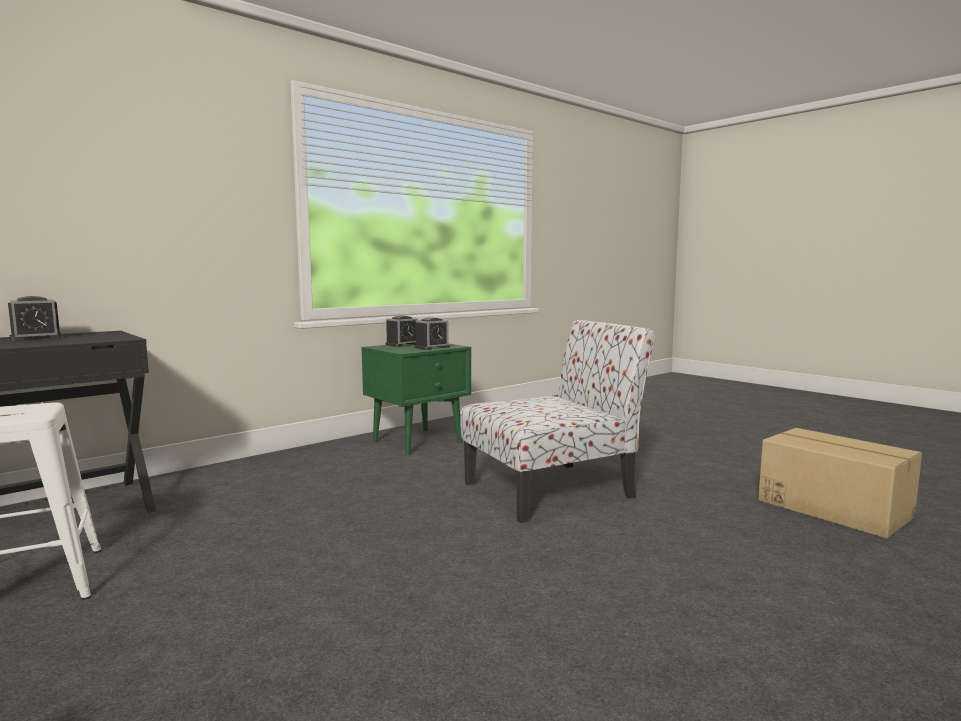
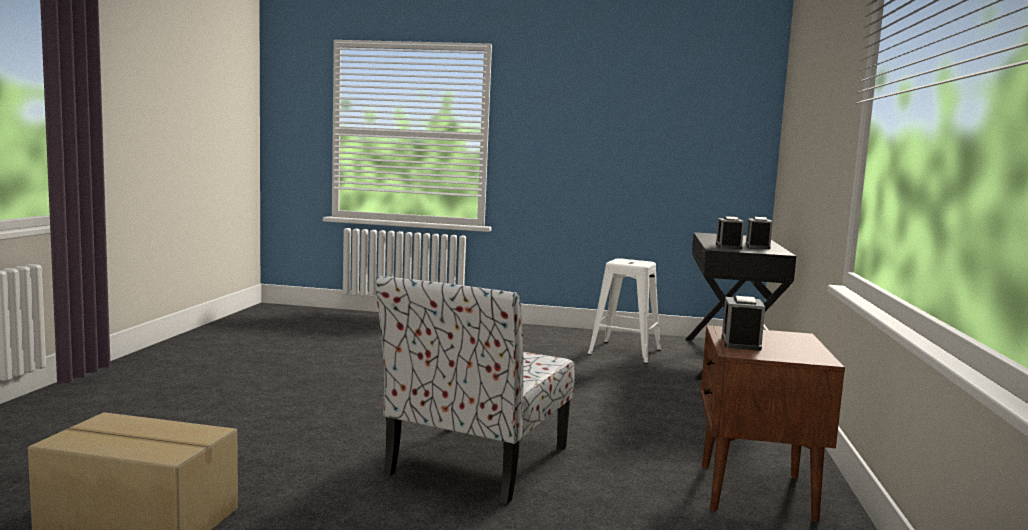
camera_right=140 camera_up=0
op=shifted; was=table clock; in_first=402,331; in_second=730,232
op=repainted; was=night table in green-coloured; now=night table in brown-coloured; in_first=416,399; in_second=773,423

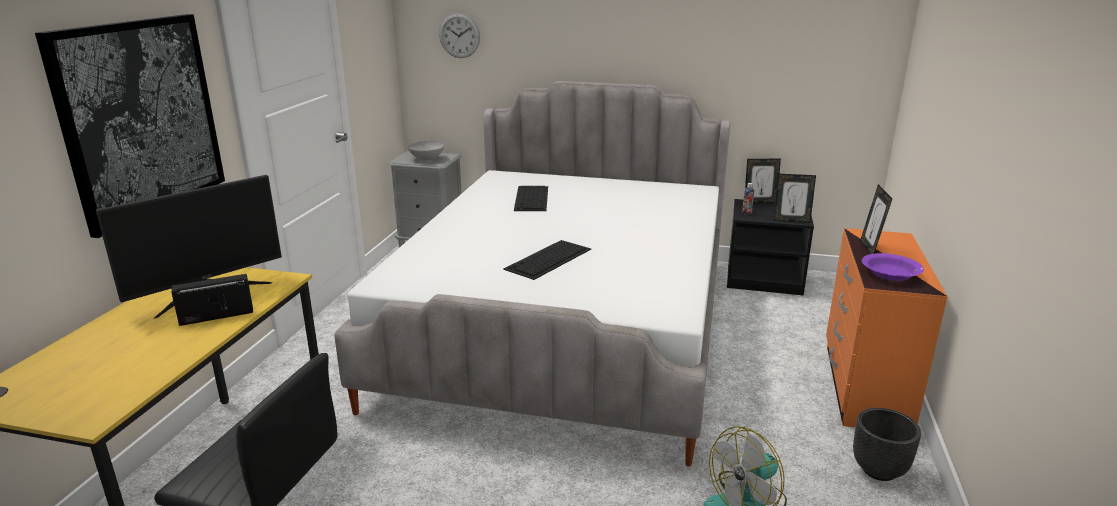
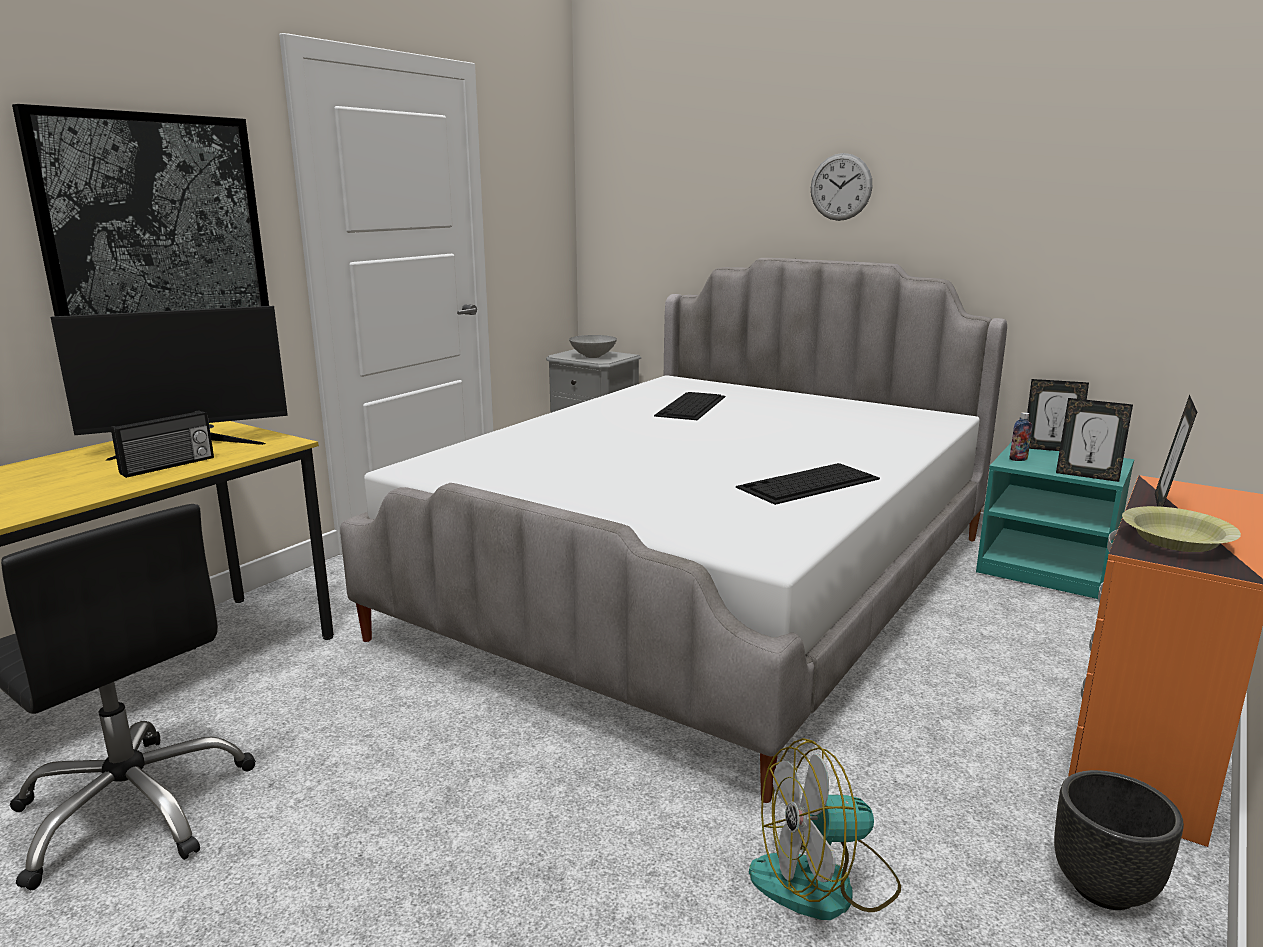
camera_right=20 camera_up=-5
op=shifted; was=wall clock; in_first=459,35; in_second=841,187
op=repainted; was=night table in blackish; now=night table in turquoise; in_first=770,247; in_second=1055,520
op=shifted; was=PC keyboard; in_first=547,260; in_second=808,484
op=repainted; was=serving bowl in purplish; now=serving bowl in yellow; in_first=893,267; in_second=1181,529
op=rotated; was=radio set; in_first=212,300; in_second=162,444; clockwise=135

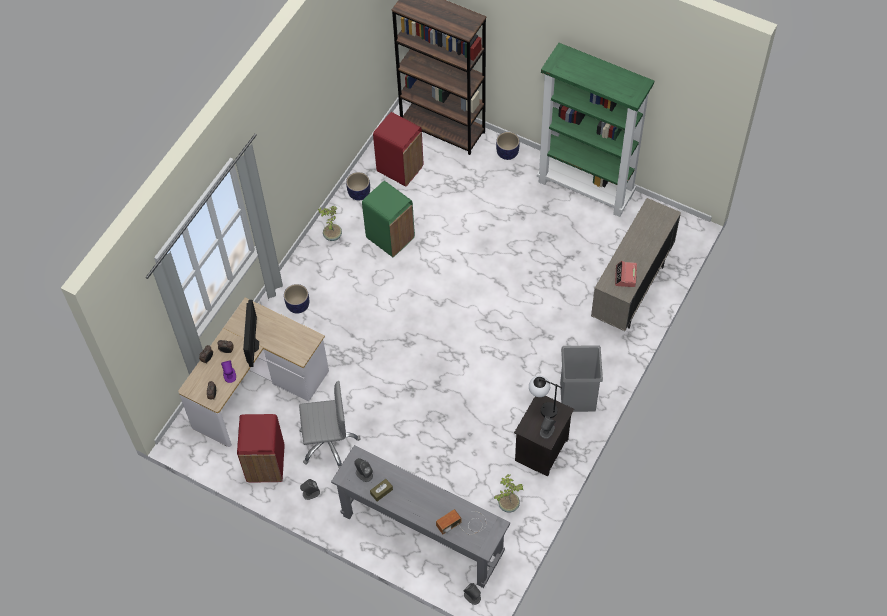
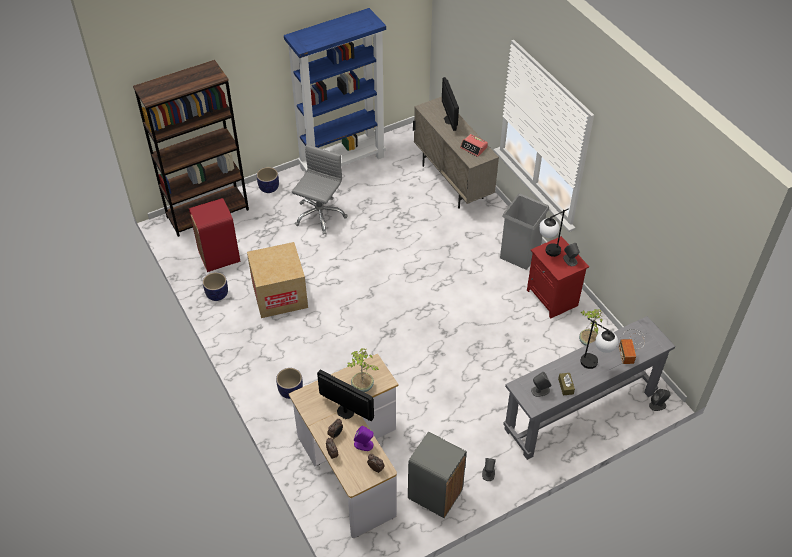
camera_right=-60 camera_up=-10
op=repainted; was=shelving unit in green-coloured; now=shelving unit in bluish; in_first=595,130; in_second=335,90
op=swapped; was=waste bin in green-coloured; now=carton; in_first=388,219; in_second=277,280
op=shifted; was=potted plant; in_first=330,223; in_second=363,370
op=shifted; was=desk chair in gray; in_first=329,424; in_second=320,190
op=repainted; was=night table in blackish; now=night table in red-coloured; in_first=544,436; in_second=558,277
op=repainted; was=waste bin in red-coloured; now=waste bin in gray; in_first=261,448; in_second=437,475
op=new; now=computer display; in_second=450,104
op=new; now=lamp for a table; in_second=599,343

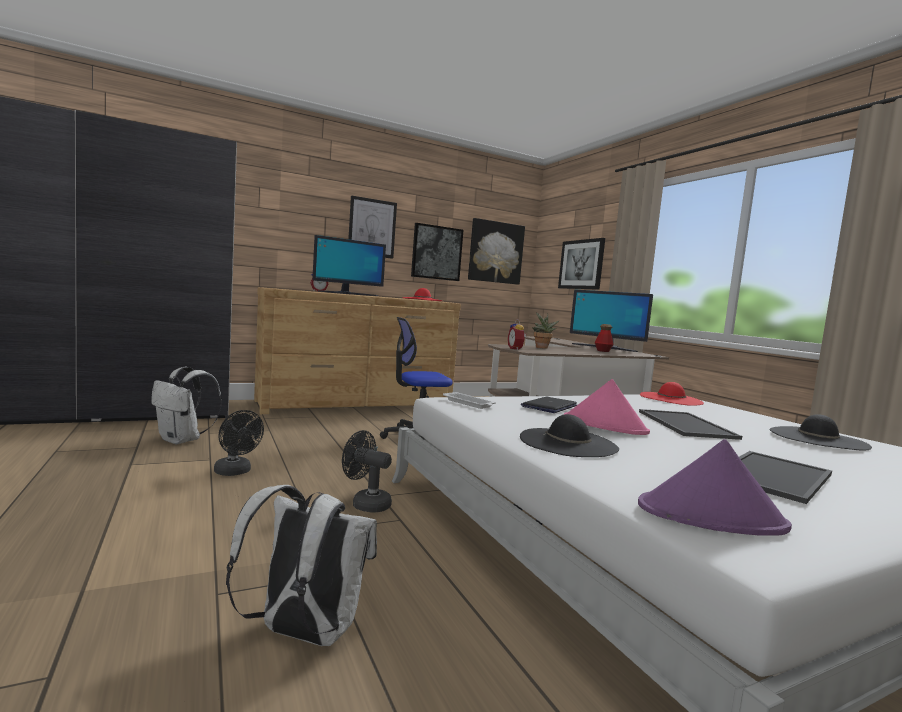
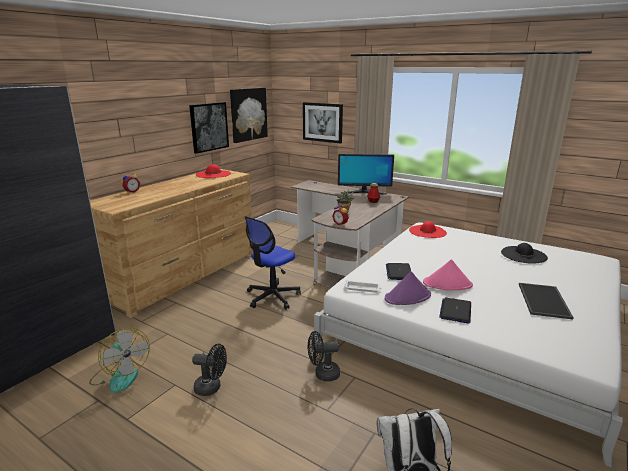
camera_right=-30 camera_up=15
op=gone; was=picture; in_first=372,227
op=gone; was=computer display; in_first=349,265
op=swapped; was=backpack in whitish; now=cooling fan; in_first=186,406; in_second=119,360
op=gone; was=serving tray; in_first=690,424
op=swapped; was=clothing hat in blackish; now=portable computer; in_first=569,435; in_second=455,310
op=shifted; was=clothing hat in purplish; in_first=715,487; in_second=408,288

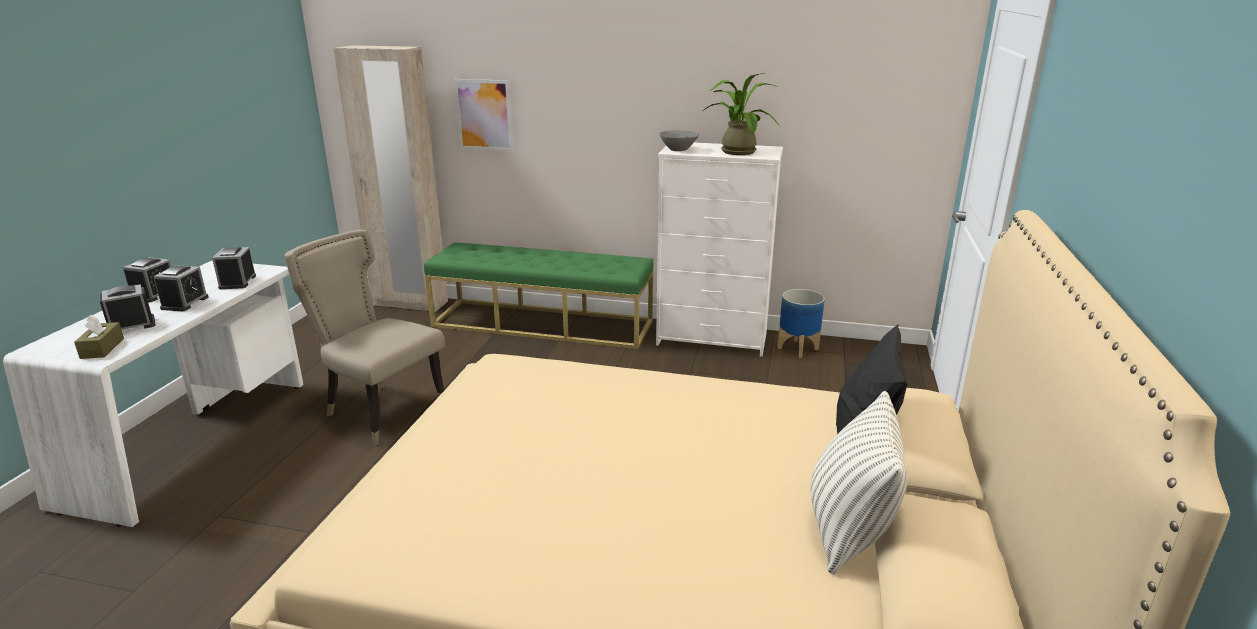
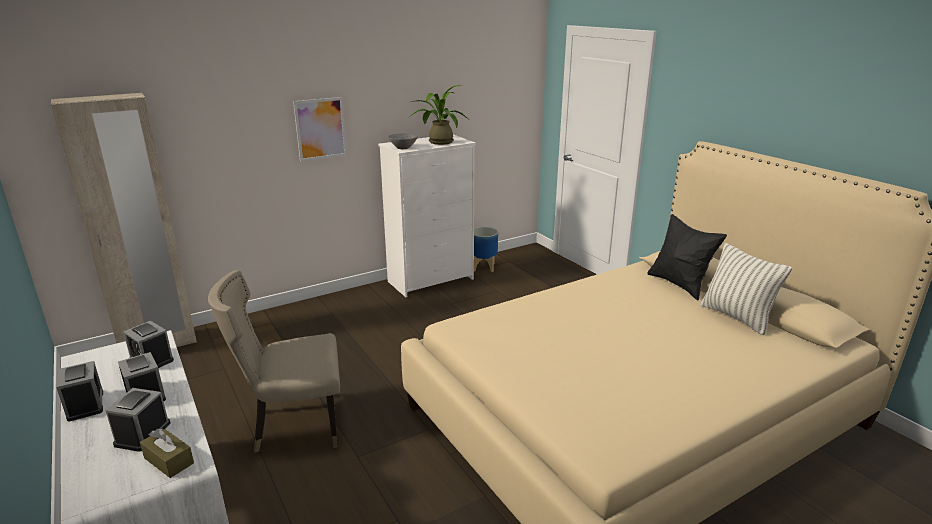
camera_right=-45 camera_up=0
op=shifted; was=picture; in_first=483,115; in_second=320,129
op=gone; was=bench in green-coloured; in_first=538,295

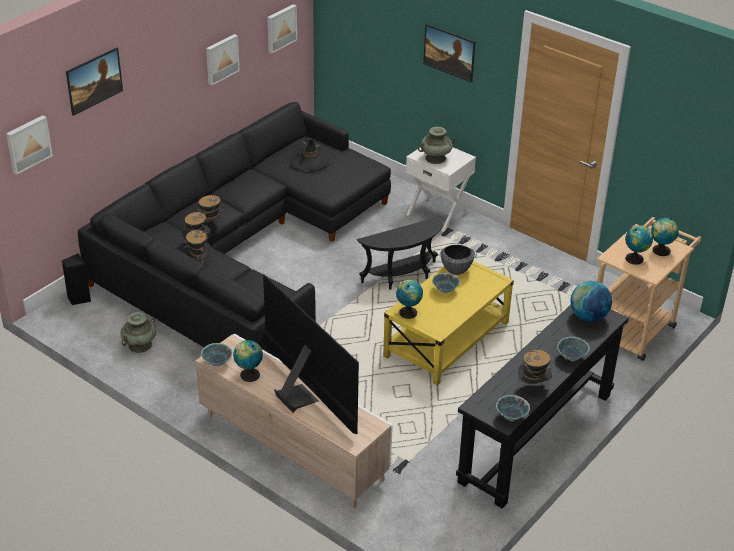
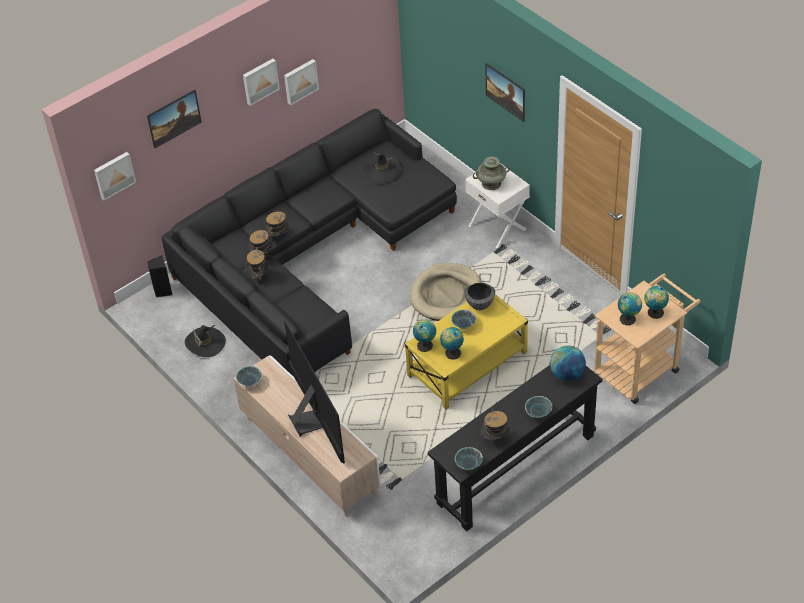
camera_right=15 camera_up=10
op=shifted; was=picture; in_first=282,28; in_second=261,82
op=swapped; was=side table in blackish; now=pet bed in beige-coloured; in_first=400,253; in_second=445,292
op=swapped; was=flower vase in turquoise; now=clothing hat in blackish; in_first=138,332; in_second=205,341
op=shifted; was=world globe; in_first=248,361; in_second=452,343

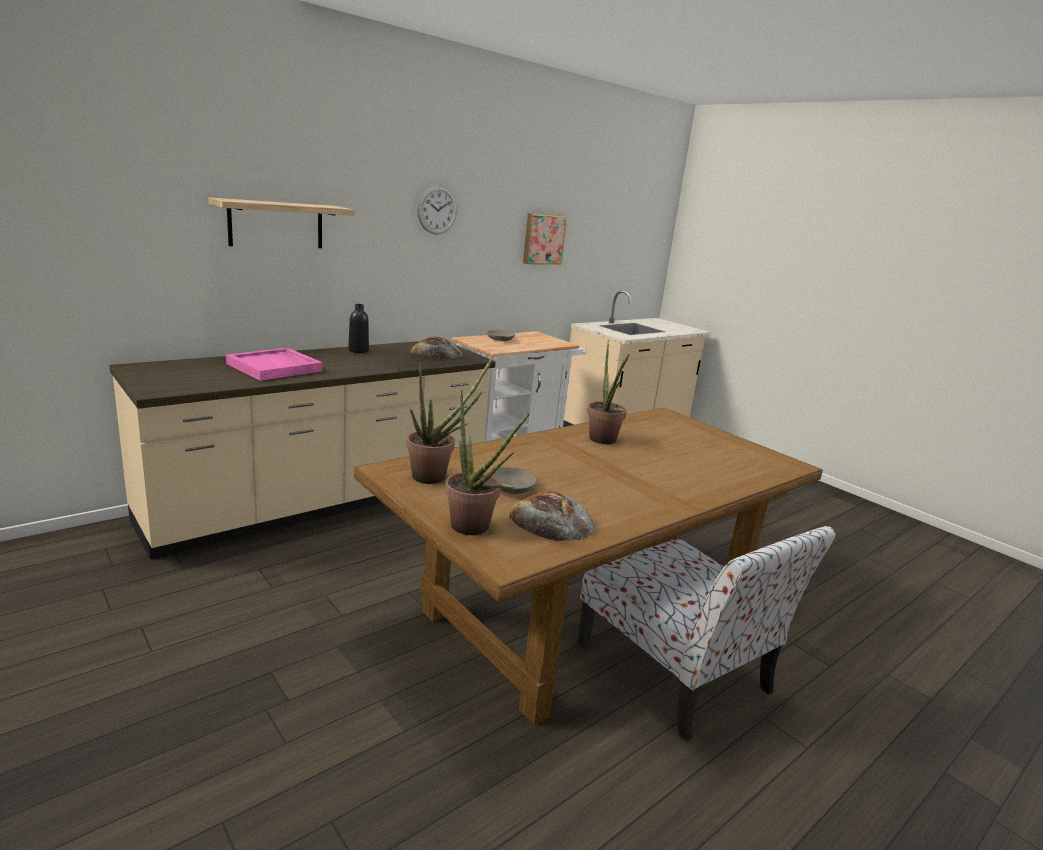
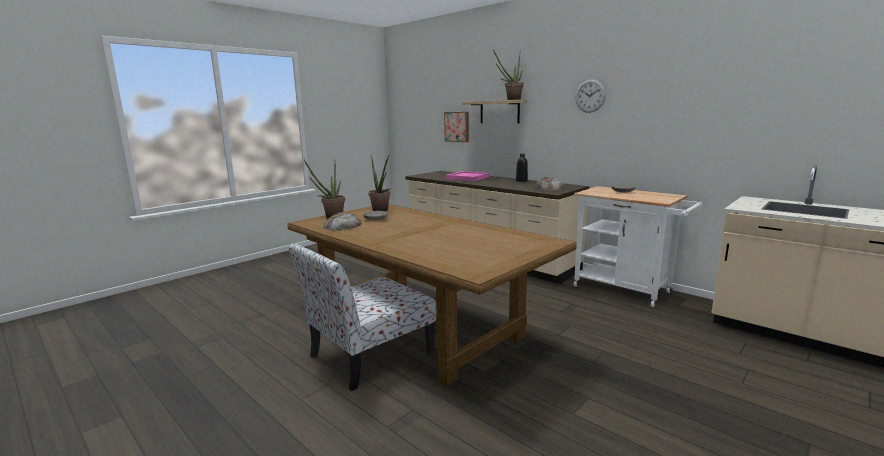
camera_right=85 camera_up=-5
op=shifted; was=picture; in_first=545,238; in_second=456,127
op=shifted; was=potted plant; in_first=608,392; in_second=508,74

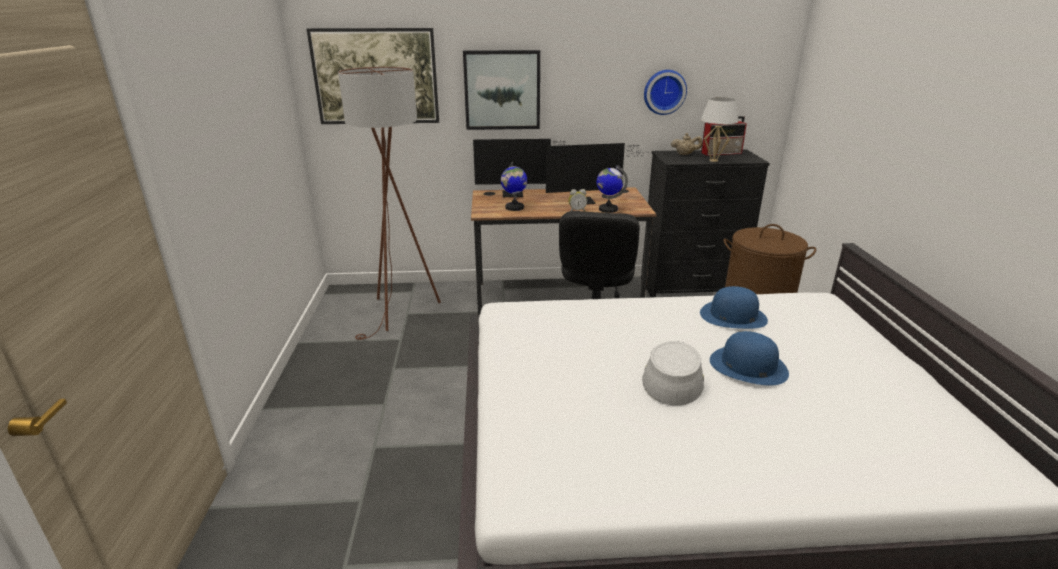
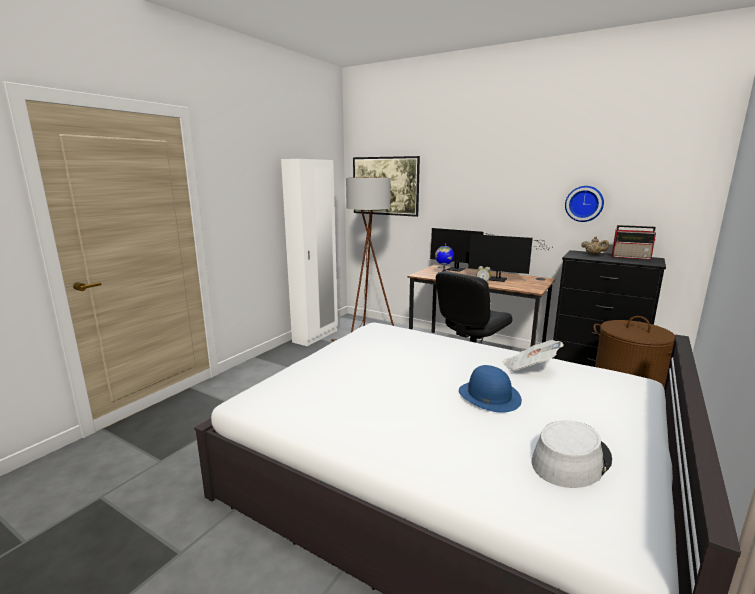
camera_right=35 camera_up=-10
op=gone; was=picture; in_first=501,90
op=gone; was=lamp for a table in whitish; in_first=720,129
op=gone; was=world globe; in_first=612,189
op=swapped; was=clothing hat in bluish; now=daily paper; in_first=734,307; in_second=533,355
op=shifted; was=clothing hat in gray; in_first=673,373; in_second=572,454
op=new; now=wardrobe in whitish; in_second=309,252

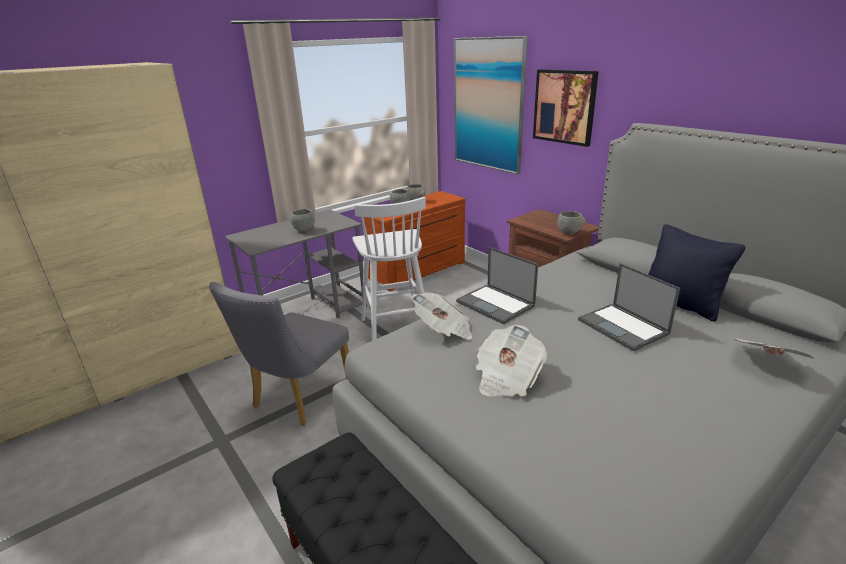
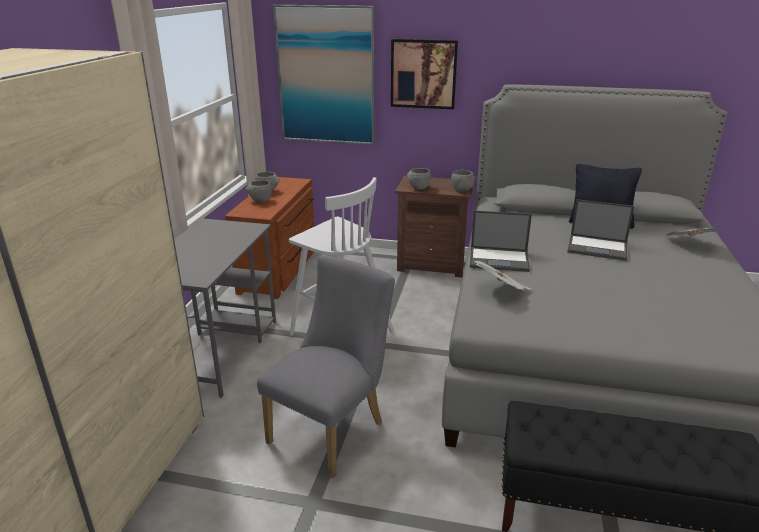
camera_right=-40 camera_up=0
op=shifted; was=serving bowl in gray; in_first=302,220; in_second=419,179
op=rotated; was=upright chair in gray; in_first=279,354; in_second=326,367; clockwise=-135
op=gone; was=daily paper; in_first=511,361

